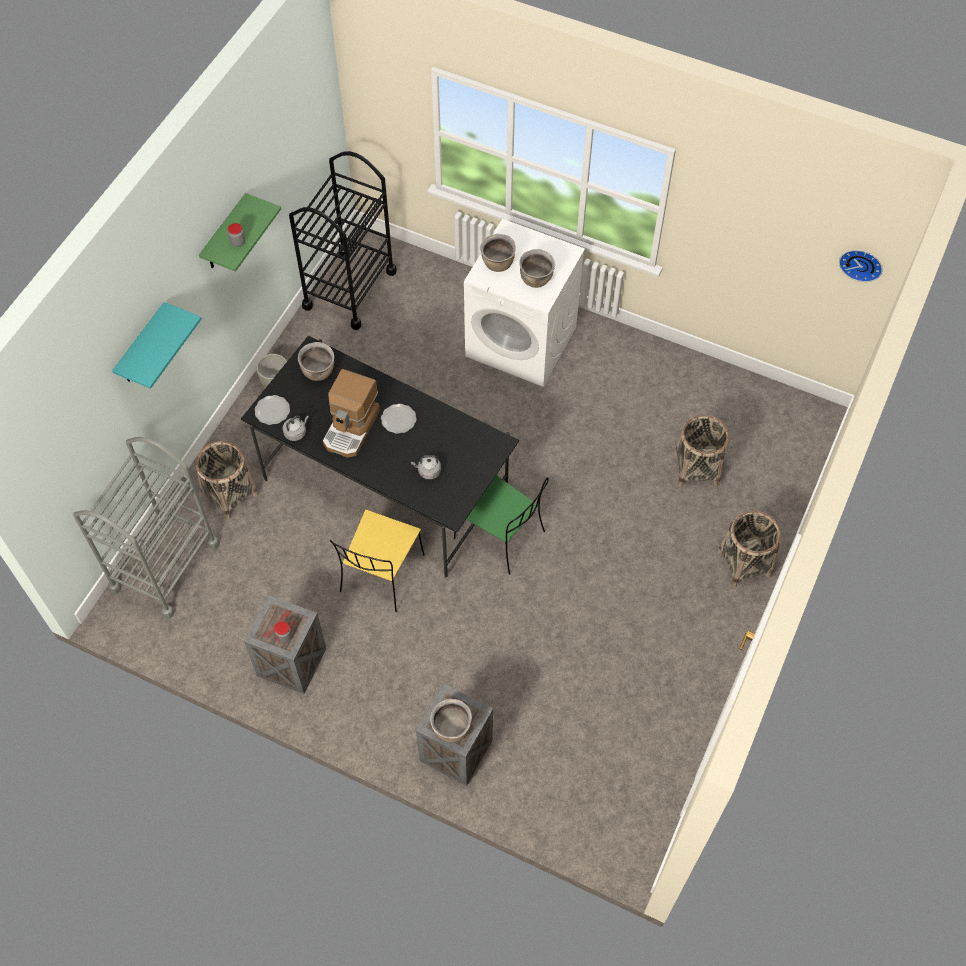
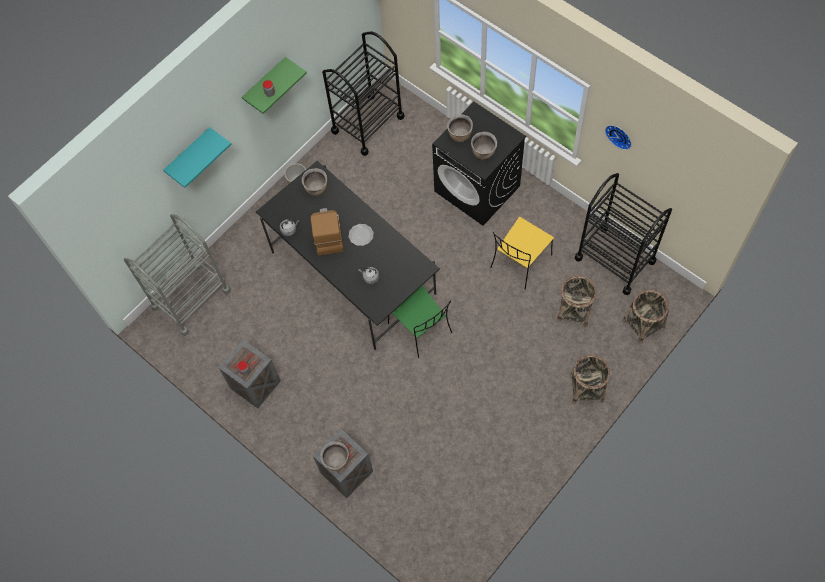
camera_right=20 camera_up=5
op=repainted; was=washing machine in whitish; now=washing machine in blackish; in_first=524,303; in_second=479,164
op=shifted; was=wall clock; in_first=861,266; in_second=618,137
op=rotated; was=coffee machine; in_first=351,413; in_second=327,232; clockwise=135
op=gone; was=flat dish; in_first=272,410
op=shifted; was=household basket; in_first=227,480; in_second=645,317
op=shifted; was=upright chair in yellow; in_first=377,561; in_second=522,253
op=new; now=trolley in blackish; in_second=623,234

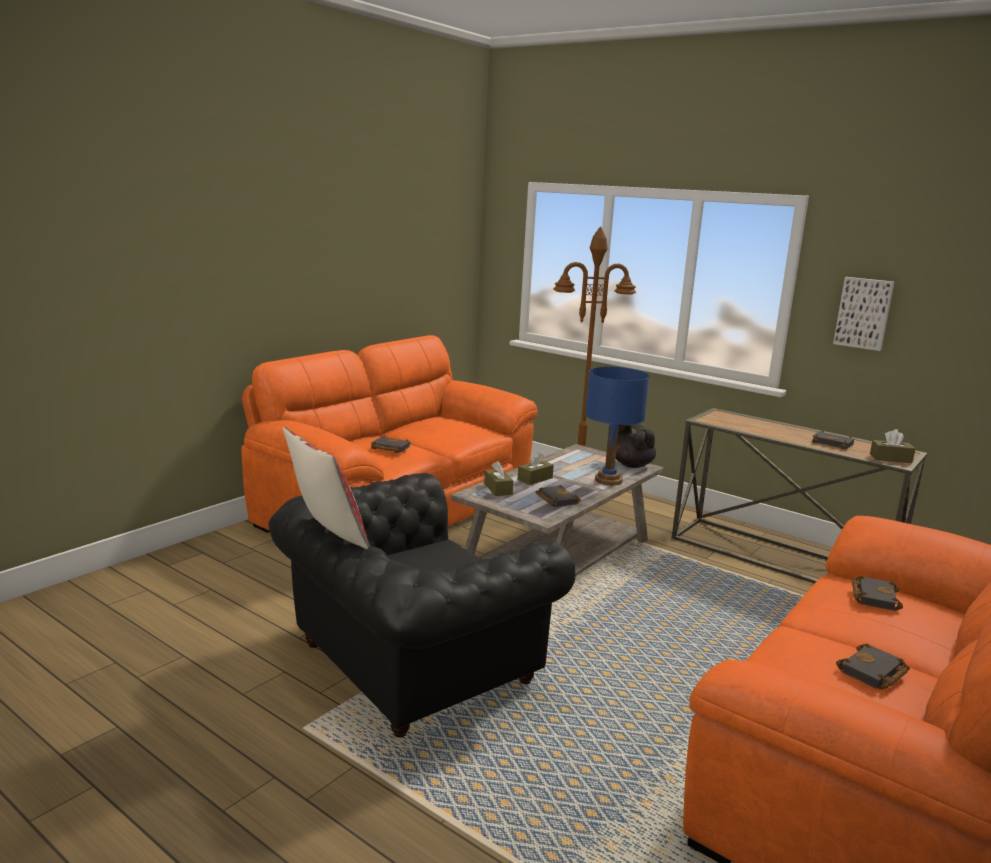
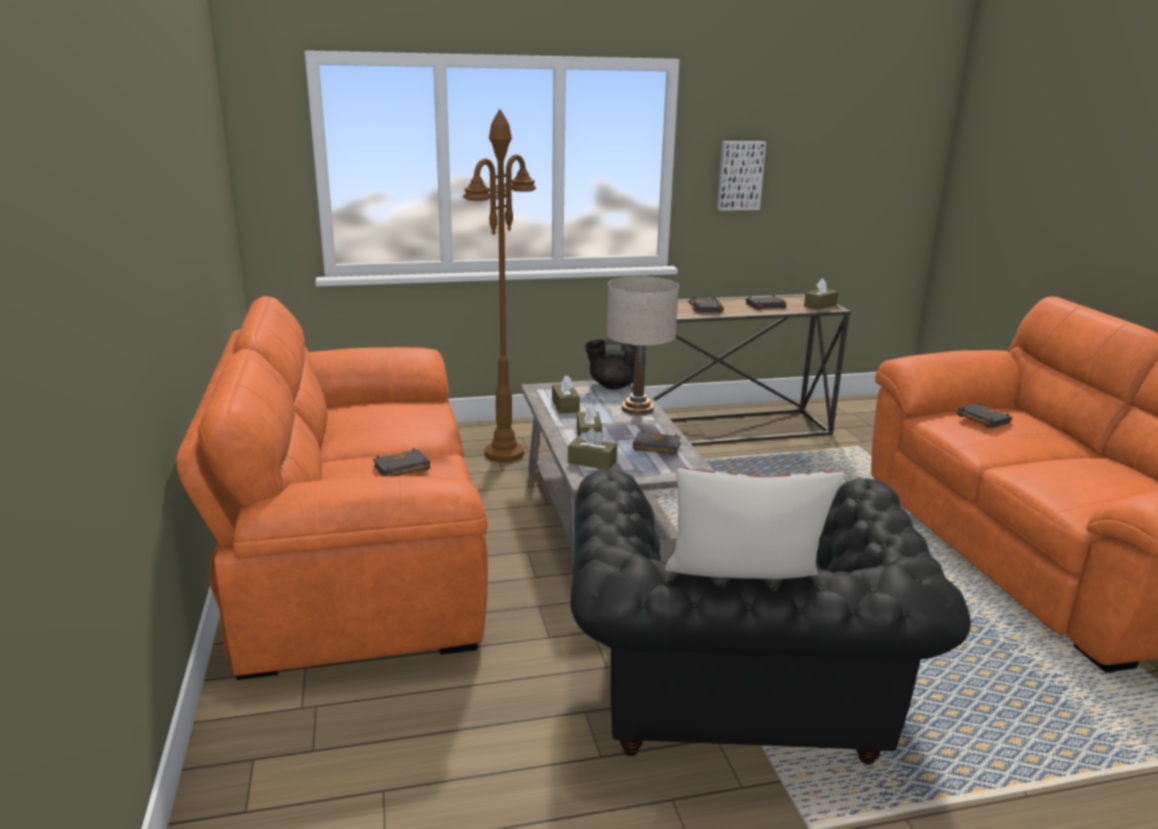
camera_right=-50 camera_up=5
op=repainted; was=lamp for a table in bluish; now=lamp for a table in beige-coloured; in_first=617,426; in_second=643,345
op=shifted; was=book in blackish; in_first=873,667; in_second=706,305
op=new; now=tissue box in brown-coloured; in_second=566,394

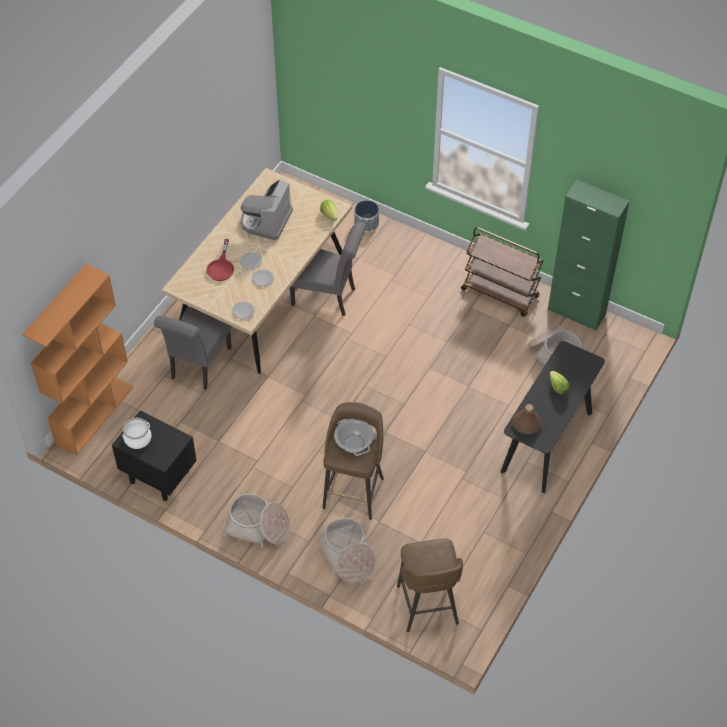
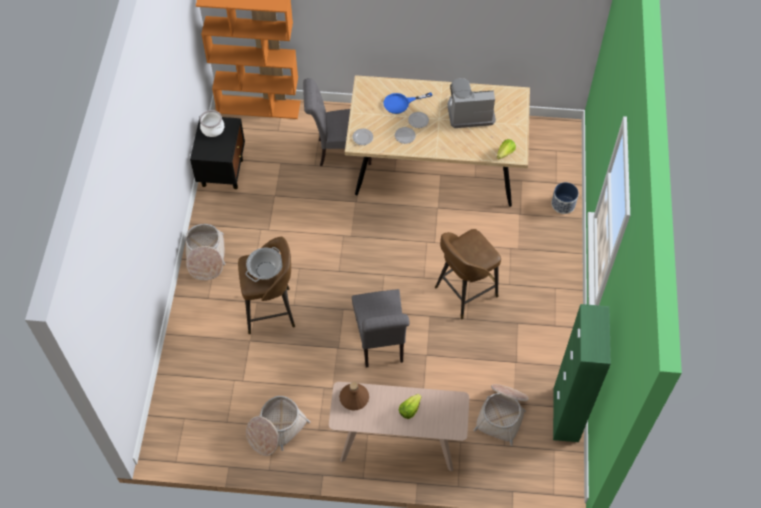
camera_right=65 camera_up=5
op=shifted; was=upright chair in gray; in_first=328,269; in_second=381,328
op=gone; was=trolley in brown-coloured; in_first=502,272
op=repainted; was=frying pan in red-coloured; now=frying pan in bluish; in_first=220,260; in_second=407,103
op=repainted; was=console table in blackish; now=console table in beige-coloured; in_first=552,417; in_second=399,426
op=shifted; was=household basket; in_first=346,550; in_second=278,426
op=shifted; was=sitting stool in brown-coloured; in_first=430,585; in_second=468,274

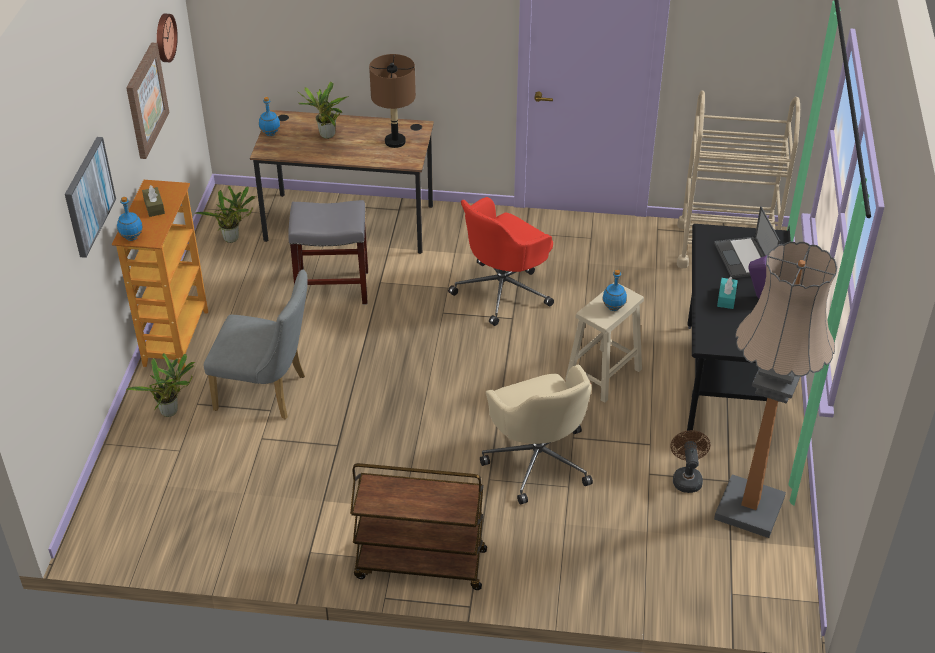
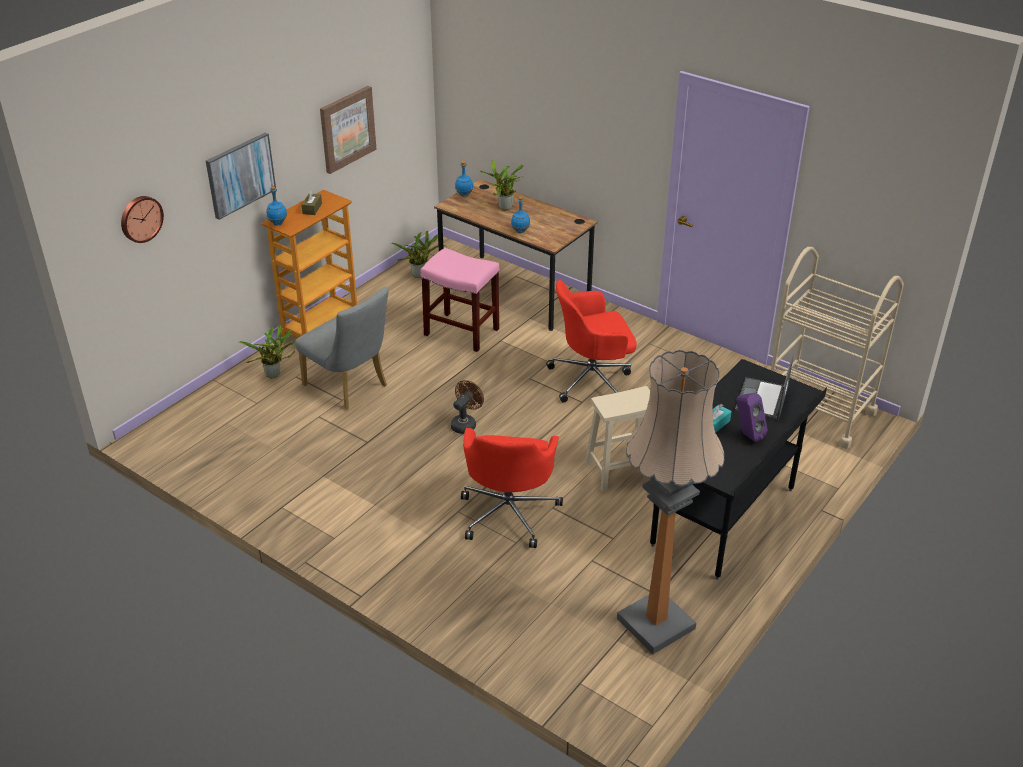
camera_right=30 camera_up=-5
op=shifted; was=wall clock; in_first=167,38; in_second=142,219
op=gone; was=lamp for a table in brown-coloured; in_first=392,101
op=repainted; was=sitting stool in gray; now=sitting stool in pink; in_first=328,252; in_second=460,300
op=shifted; was=beverage bottle in bluish; in_first=614,290; in_second=520,215
op=repainted; was=desk chair in beige-coloured; now=desk chair in red-coloured; in_first=536,435; in_second=512,488
op=shifted; was=cooling fan in brown-coloured; in_first=690,461; in_second=467,407
op=gone; was=trolley in brown-coloured; in_first=418,526

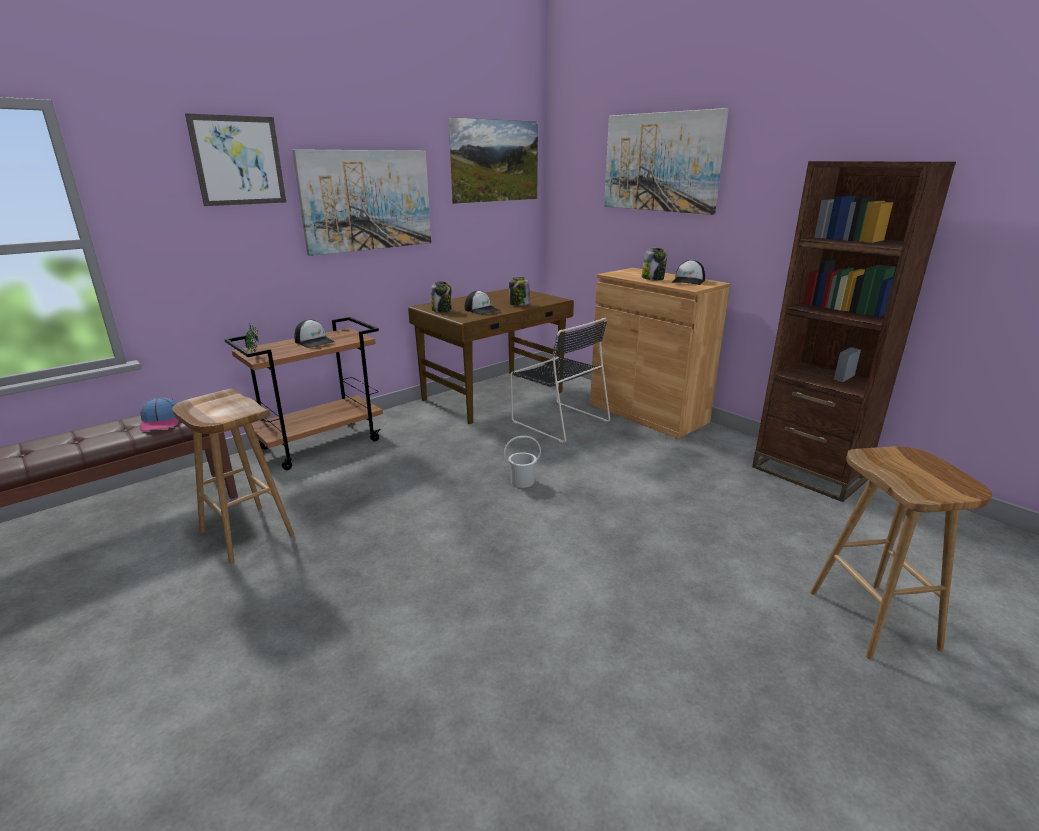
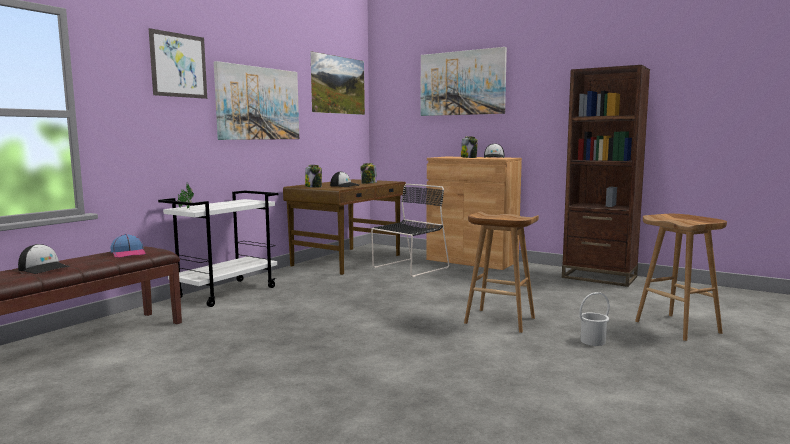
camera_right=-15 camera_up=-15
op=repainted; was=trolley in brown-coloured; now=trolley in whitish; in_first=303,393; in_second=218,248
op=rotated; was=upright chair in blackish; in_first=560,380; in_second=410,230; clockwise=-75
op=shifted; was=peaked cap; in_first=314,334; in_second=44,259
op=shifted; was=sitting stool in brown-coloured; in_first=233,476; in_second=501,272
op=shifted; was=pail in whitish; in_first=522,462; in_second=594,319

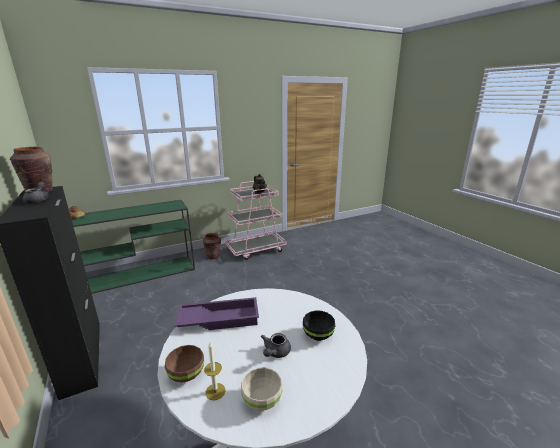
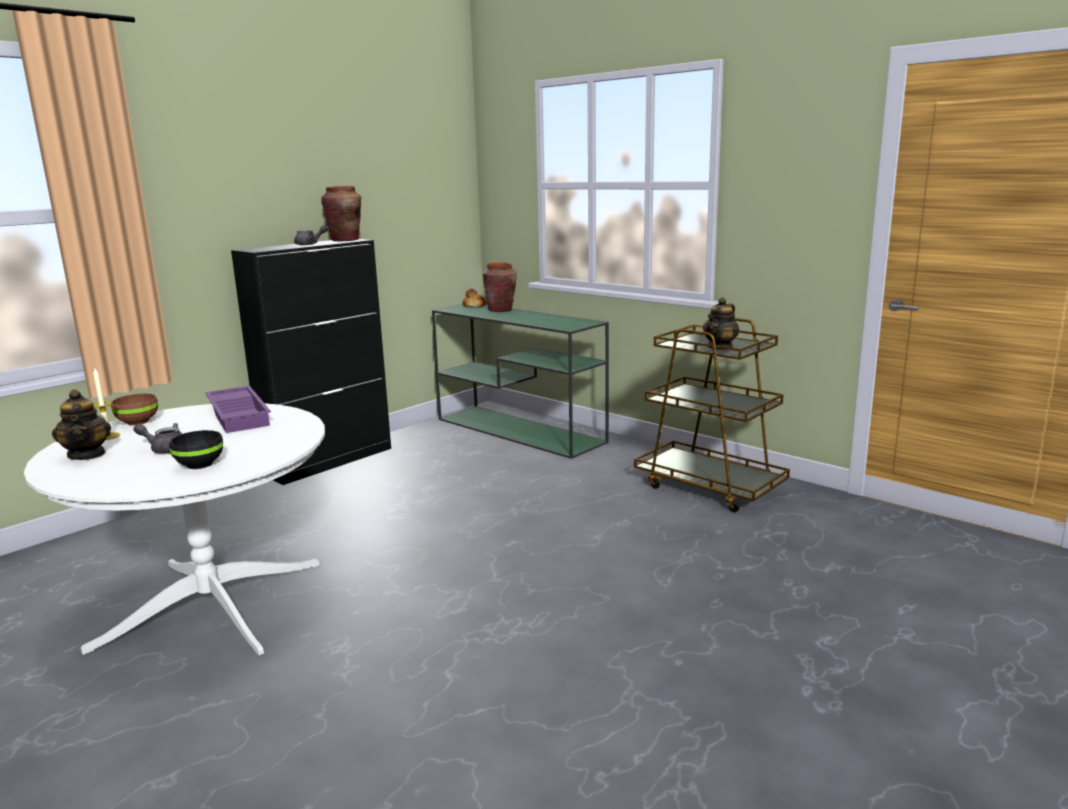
camera_right=70 camera_up=-5
op=repainted; was=trolley in pink; now=trolley in brown-coloured; in_first=256,220; in_second=712,415
op=shifted; was=flower vase in brown-coloured; in_first=212,246; in_second=499,287
op=swapped; was=serving bowl in beige-coloured; now=pot for tea; in_first=262,389; in_second=81,424

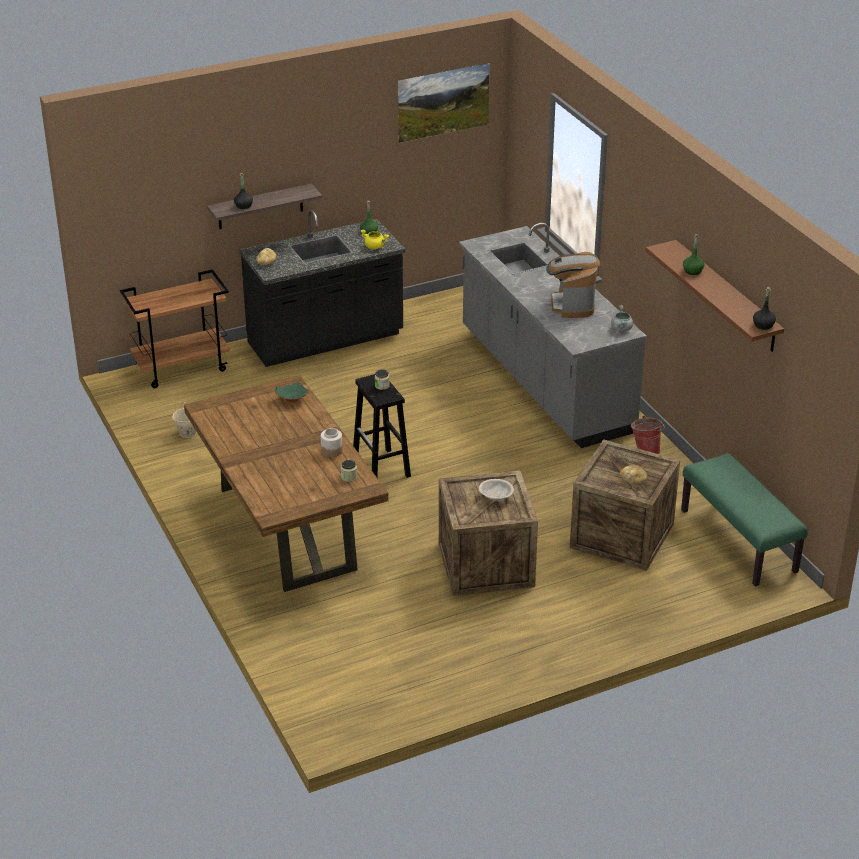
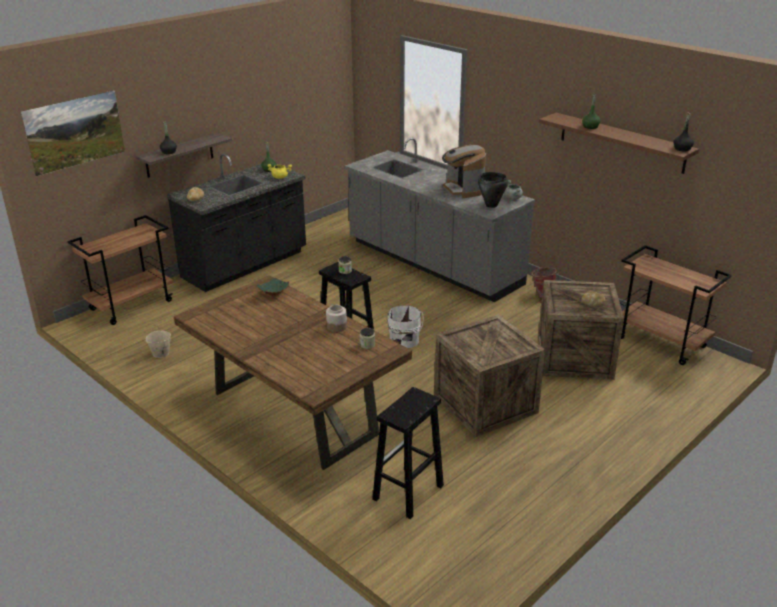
camera_right=-20 camera_up=-5
op=shifted; was=picture; in_first=444,103; in_second=73,133
op=swapped; was=bench in green-coloured; now=trolley in brown-coloured; in_first=744,520; in_second=676,305
op=gone; was=serving bowl in beige-coloured; in_first=496,490
op=new; now=saucepot in blackish; in_second=493,190
op=new; now=pail in whitish; in_second=405,326
op=new; now=sitting stool in blackish; in_second=408,453

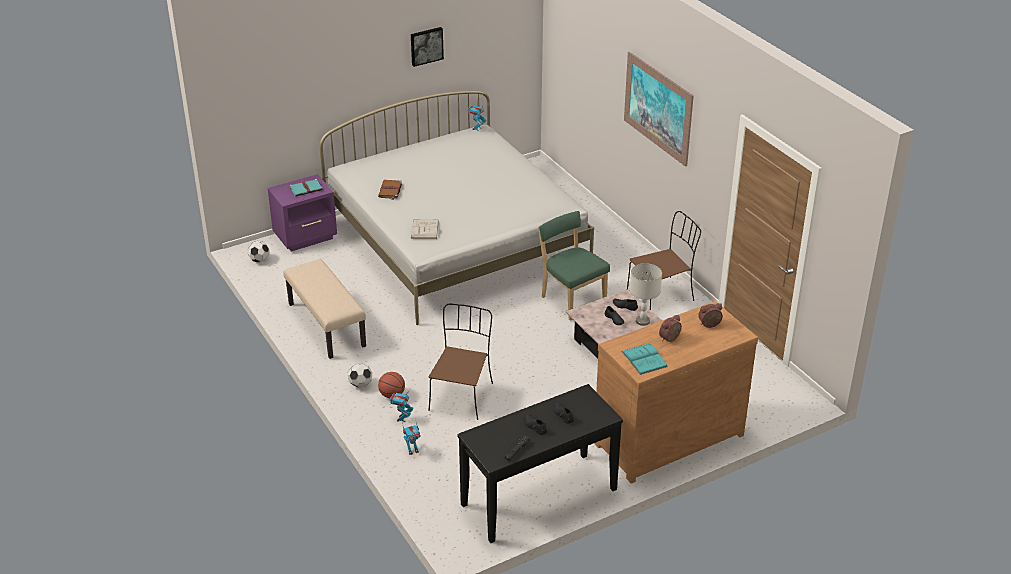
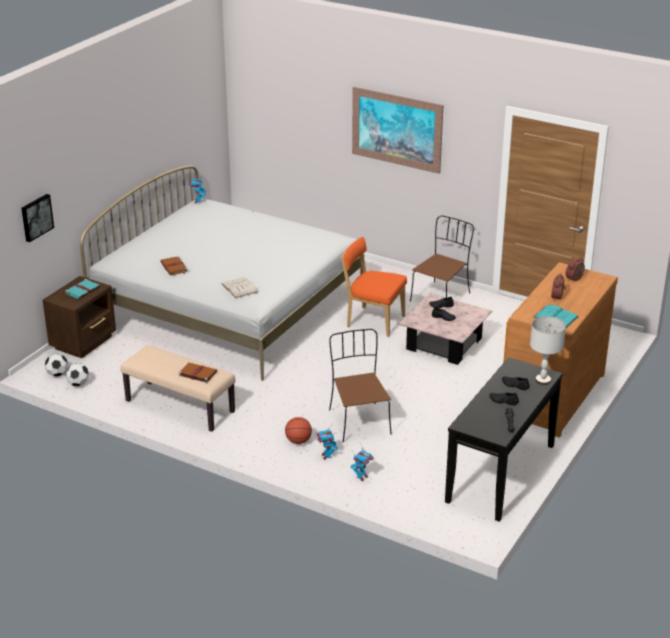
camera_right=-30 camera_up=-5
op=shifted; was=picture; in_first=427,47; in_second=37,218
op=repainted; was=night table in purplish; now=night table in brown-coloured; in_first=302,213; in_second=79,317
op=repainted; was=upright chair in green-coloured; now=upright chair in orangey; in_first=574,266; in_second=374,287
op=shifted; was=lamp for a table in gray; in_first=646,294; in_second=548,350
op=shifted; was=football ball; in_first=360,375; in_second=77,375
op=new; now=book in brown-coloured; in_second=198,373

